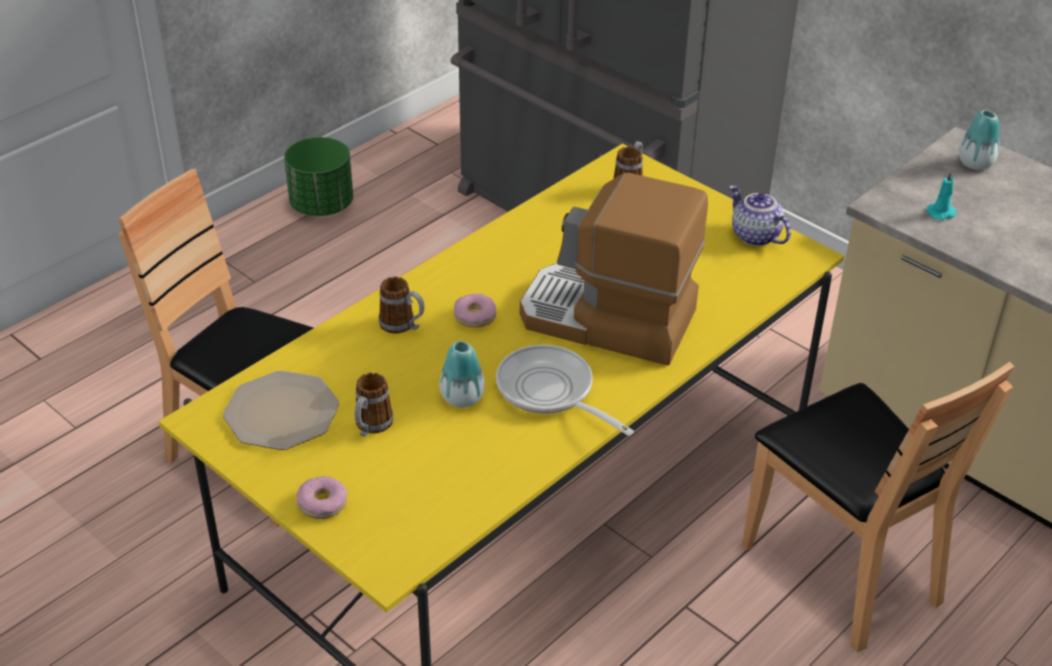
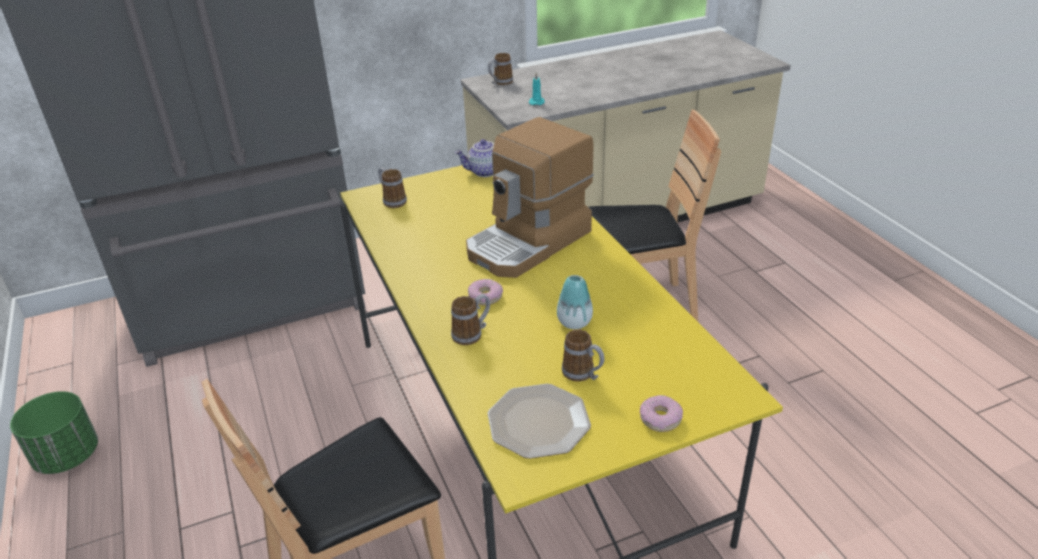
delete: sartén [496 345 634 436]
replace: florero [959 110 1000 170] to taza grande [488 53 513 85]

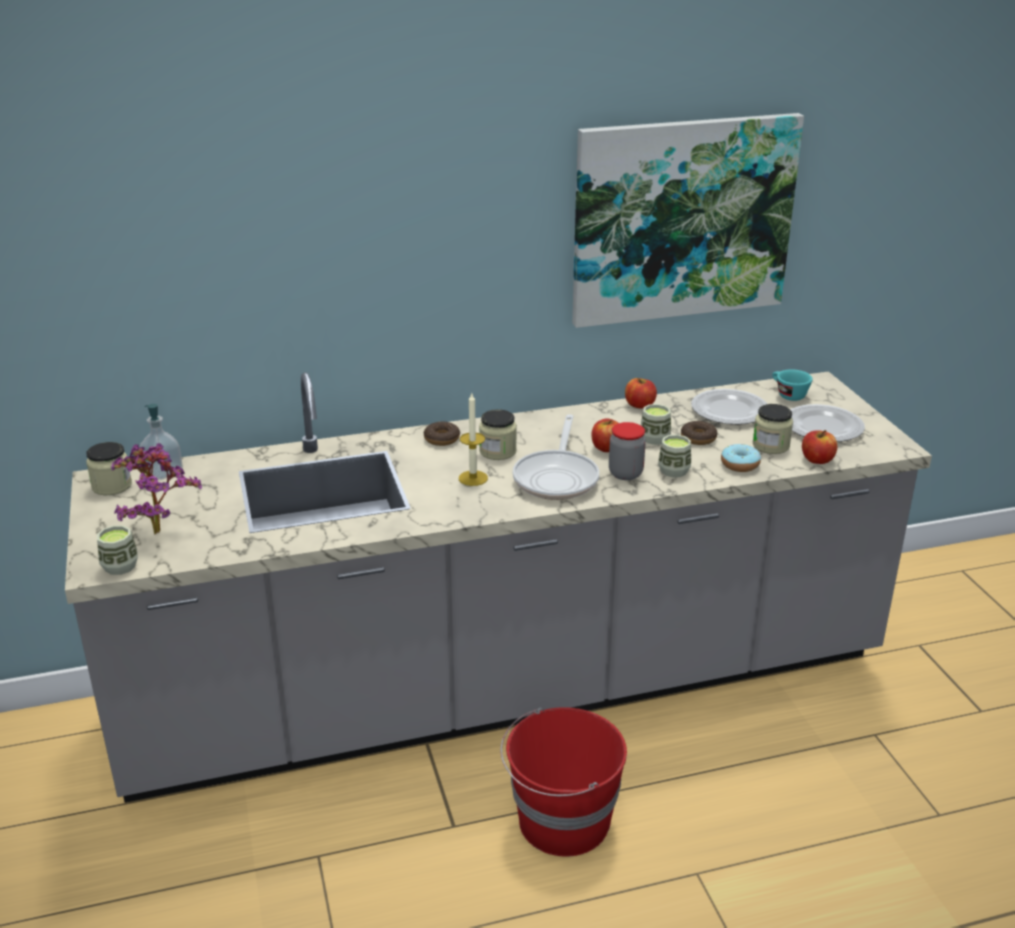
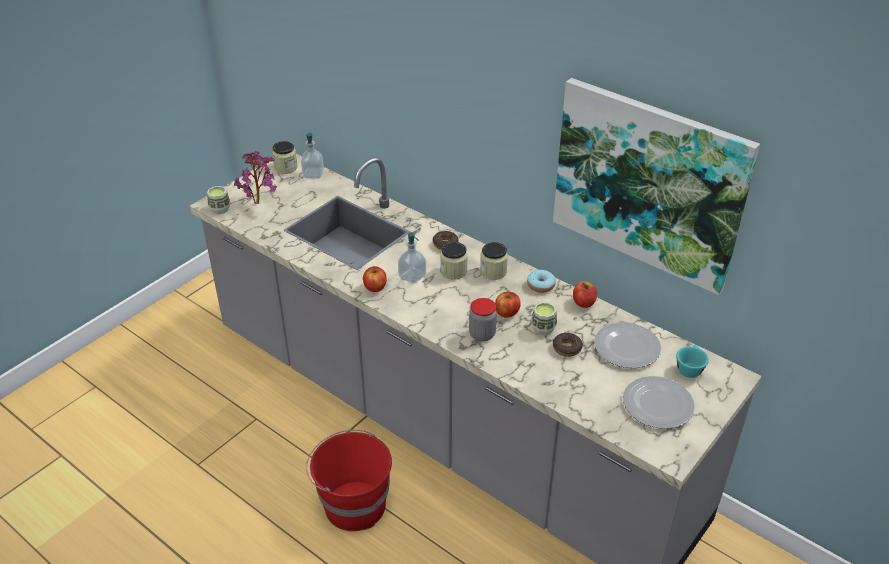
delete: sartén [513 414 599 500]; taza [658 434 691 478]
move: rosquilla [721 444 761 472] to [527 270 556 293]; tarro [753 404 793 454] to [480 242 508 280]; manzana [802 430 837 464] to [363 266 387 292]
replace: vela [459 393 488 486] to dispensador de jabón [398 232 426 284]

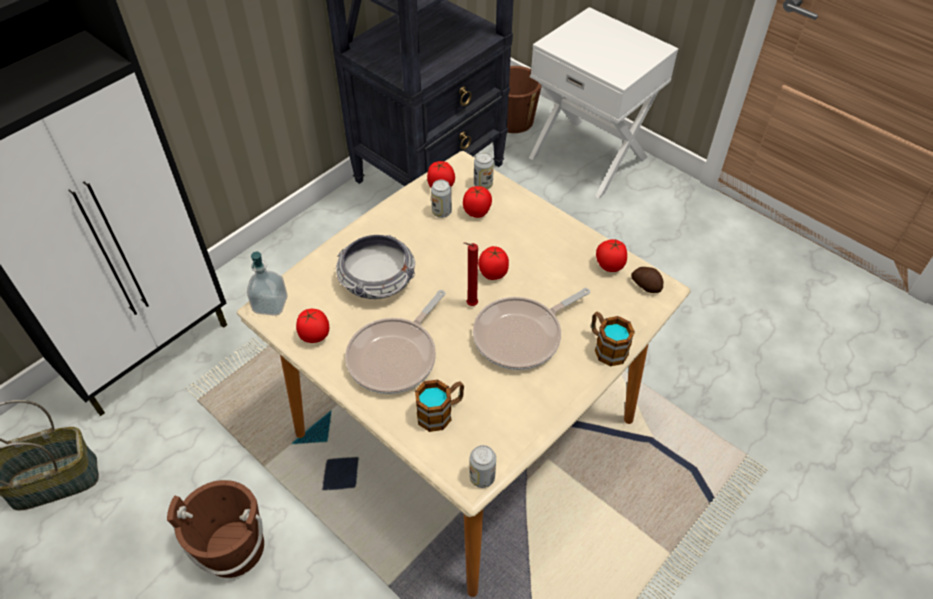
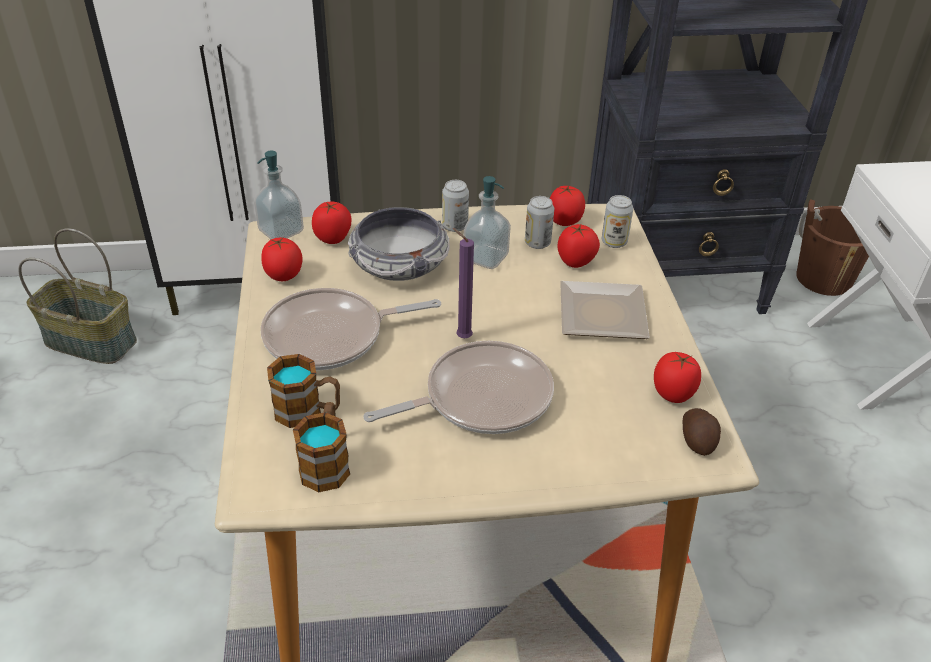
delete: cubo (marrón) [167 480 264 578]
insert: dispensador de jabón [464 176 511 269]; plato [560 281 650 339]
move: lata [469 445 496 488] to [442 180 469 232]; tomate [478 246 509 280] to [312 202 352 244]; taza grande [591 312 635 366] to [293 402 350 492]
recolor: vela (rojo) [463 242 478 306] to vela (morado) [453 228 474 338]
rotate: sartén [473 288 590 370] = [363 341 554 434] 150 degrees clockwise

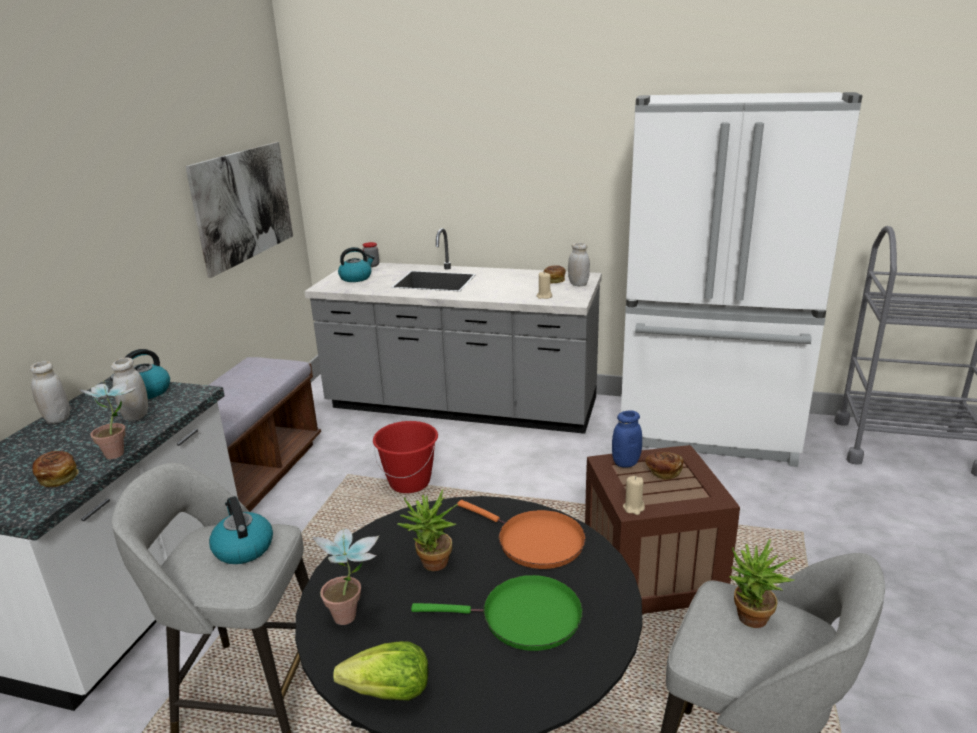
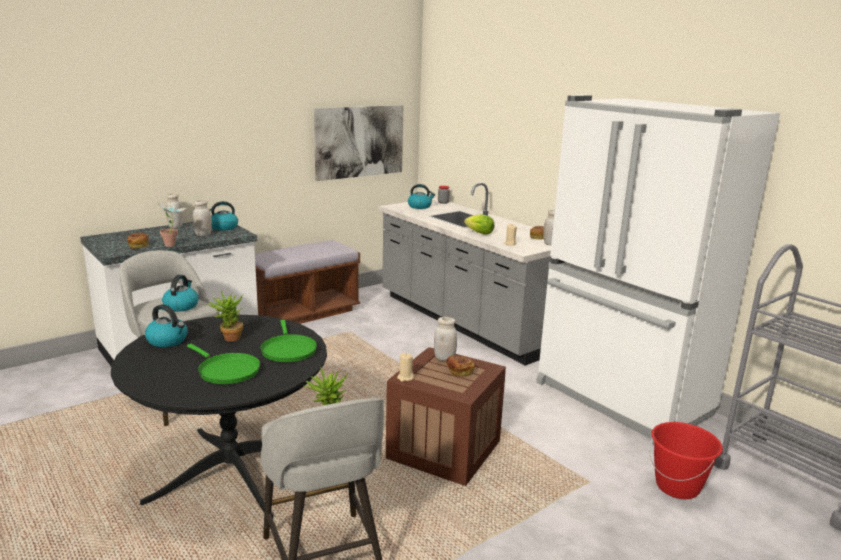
move: lechuga [333 641 429 701] to [464 214 494 235]; cubo (rojo) [373 421 438 493] to [649 422 723 499]
replace: planta en maceta [313 529 379 625] to hervidor [145 304 188 347]
recolor: sartén (naranja) [457 500 586 569] to sartén (verde) [260 320 317 362]; tarro (azul) [612 410 642 468] to tarro (blanco) [434 317 457 361]

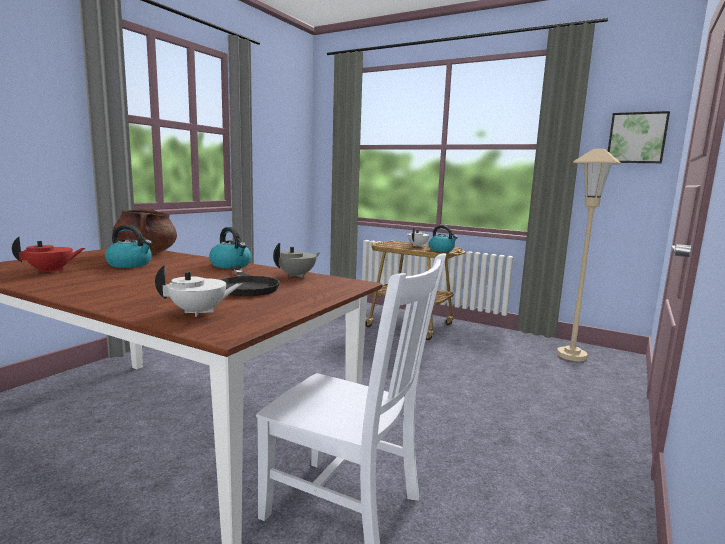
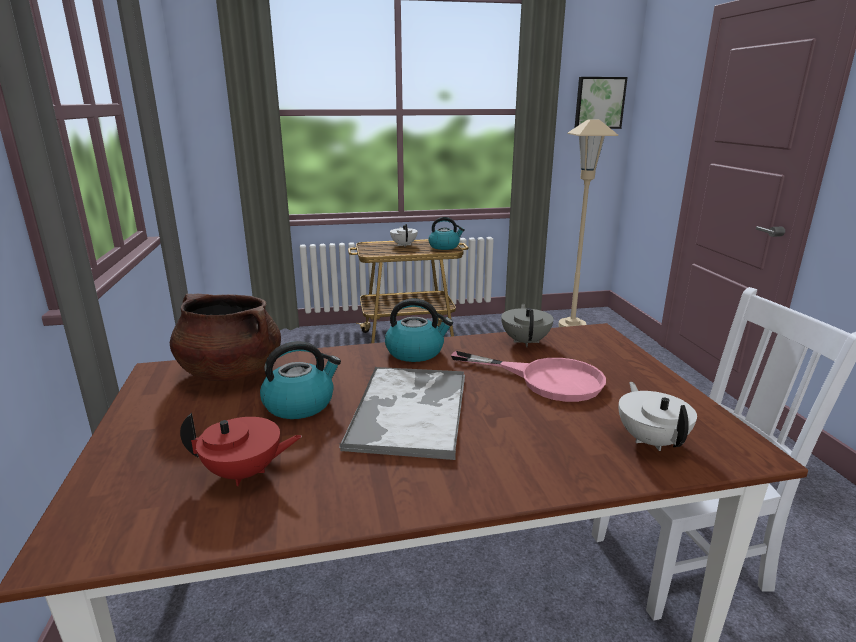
insert: bandeja [339 367 465 460]
recolor: sartén (negro) [221 266 280 296] to sartén (rosa) [451 351 606 402]
rotate: tetera (rojo) [12 237 85 273] = [180 413 302 486] 75 degrees clockwise; tetera (blanco) [155 265 242 317] = [619 382 697 451] 45 degrees counterclockwise

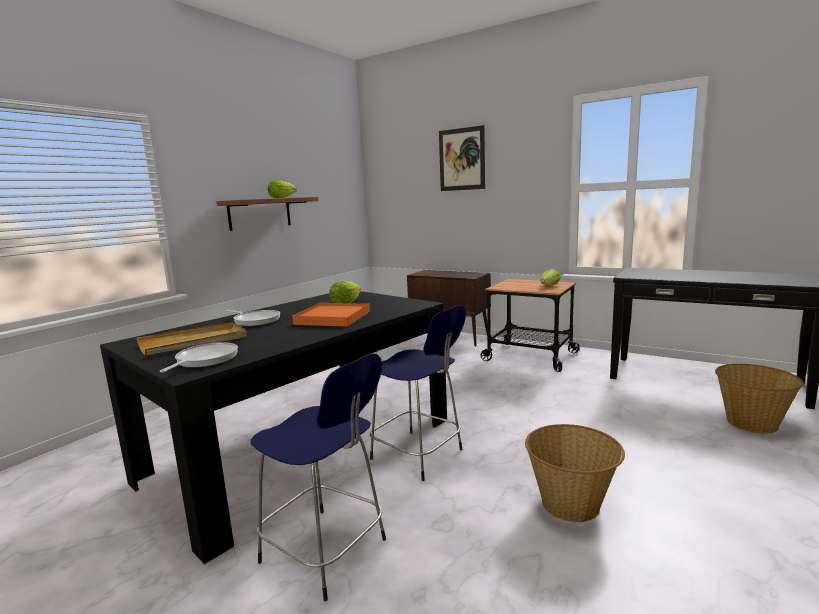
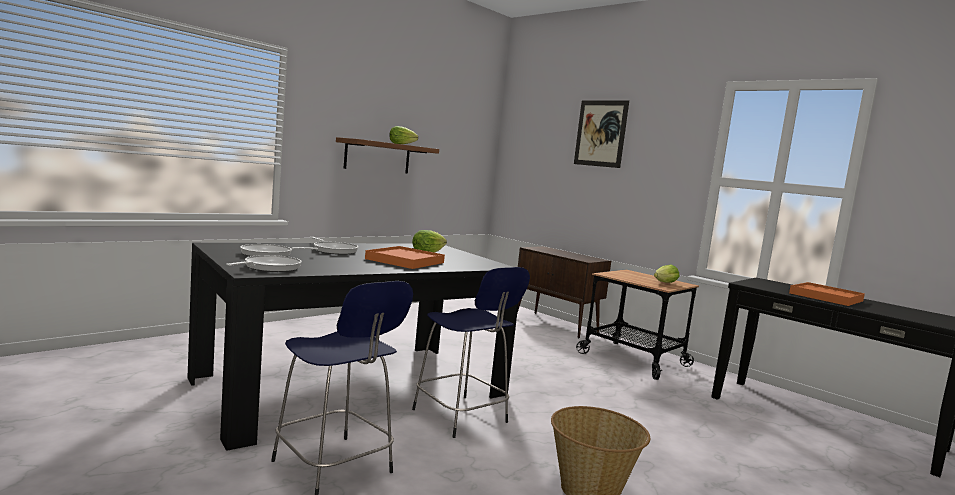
delete: cesta [715 364 804 433]
insert: bandeja (naranja) [789 282 865 306]
replace: bandeja (beis) [137 322 247 355] to sartén [240 244 318 256]

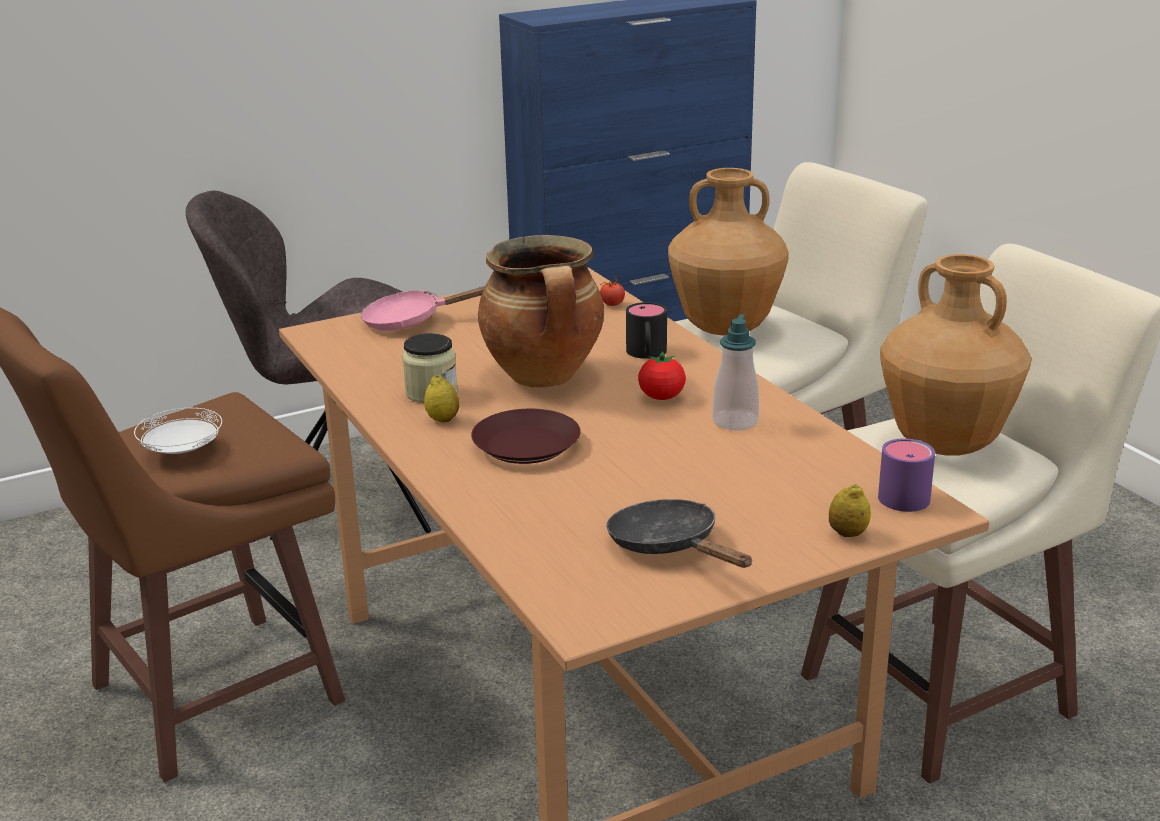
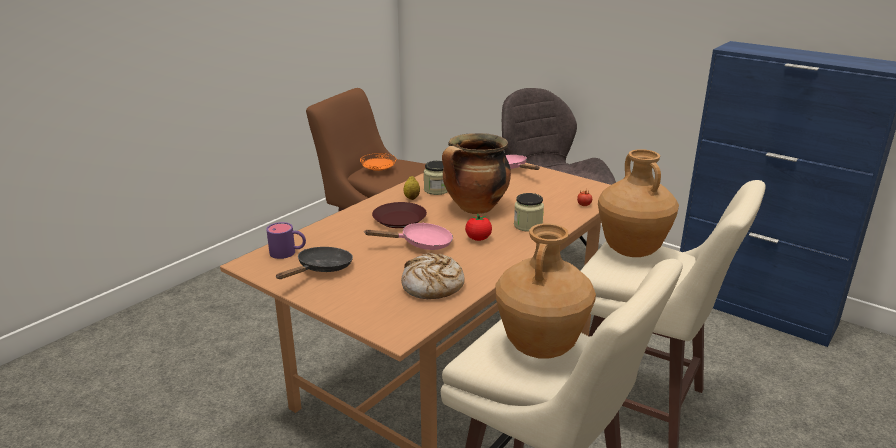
delete: dispensador de jabón [713 314 759 430]; limón [829 484 871 537]
insert: sartén (rosa) [365 223 453 250]; pan [401 252 465 299]
move: taza grande (morado) [878 438 935 512] to [266 222 306 259]
replace: taza grande (negro) [626 302 667 359] to tarro [514 193 544 232]
recolor: plato (blanco) [134 408 222 454] to plato (naranja) [360 153 396 171]

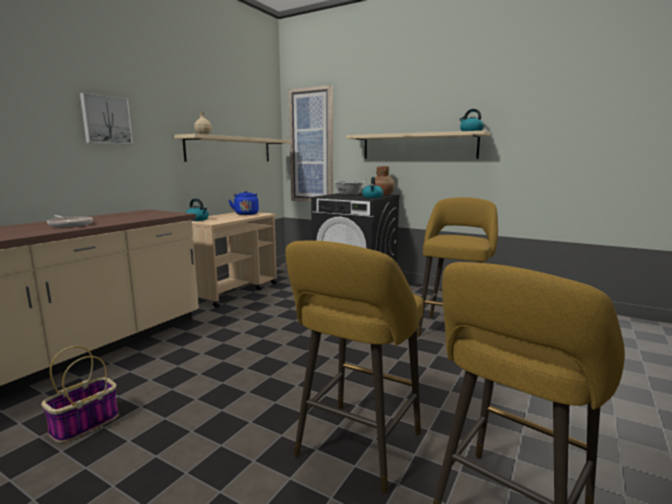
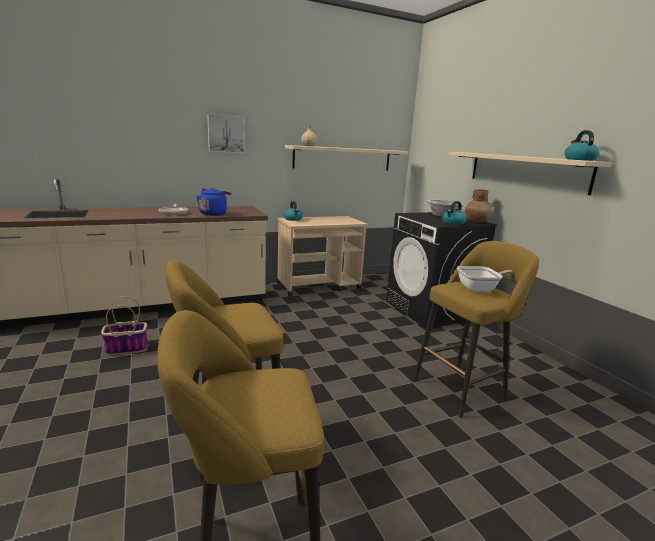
delete: cuadro [289 85 333 202]
insert: sartén [457 266 513 292]
move: hervidor (azul) [229 191 259 215] to [196 188 231 216]

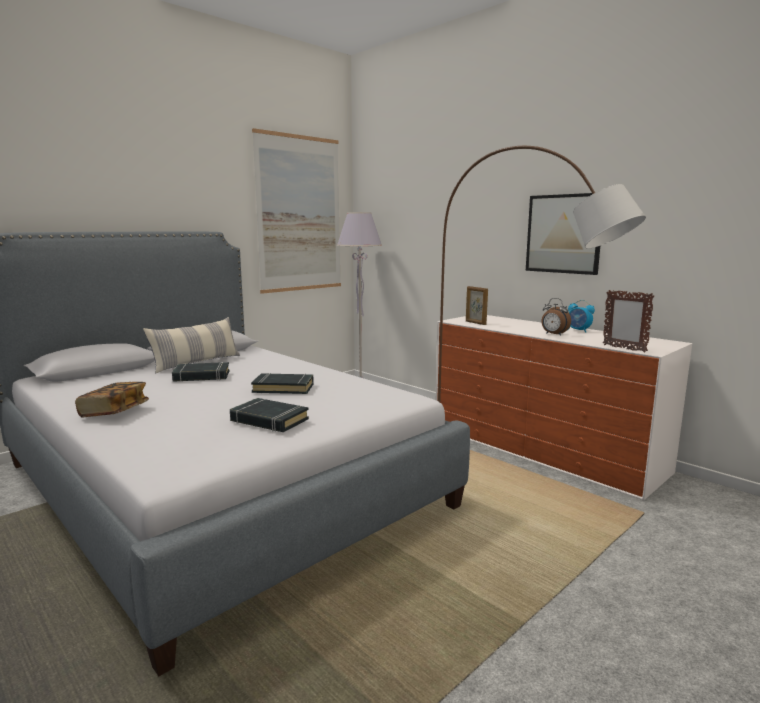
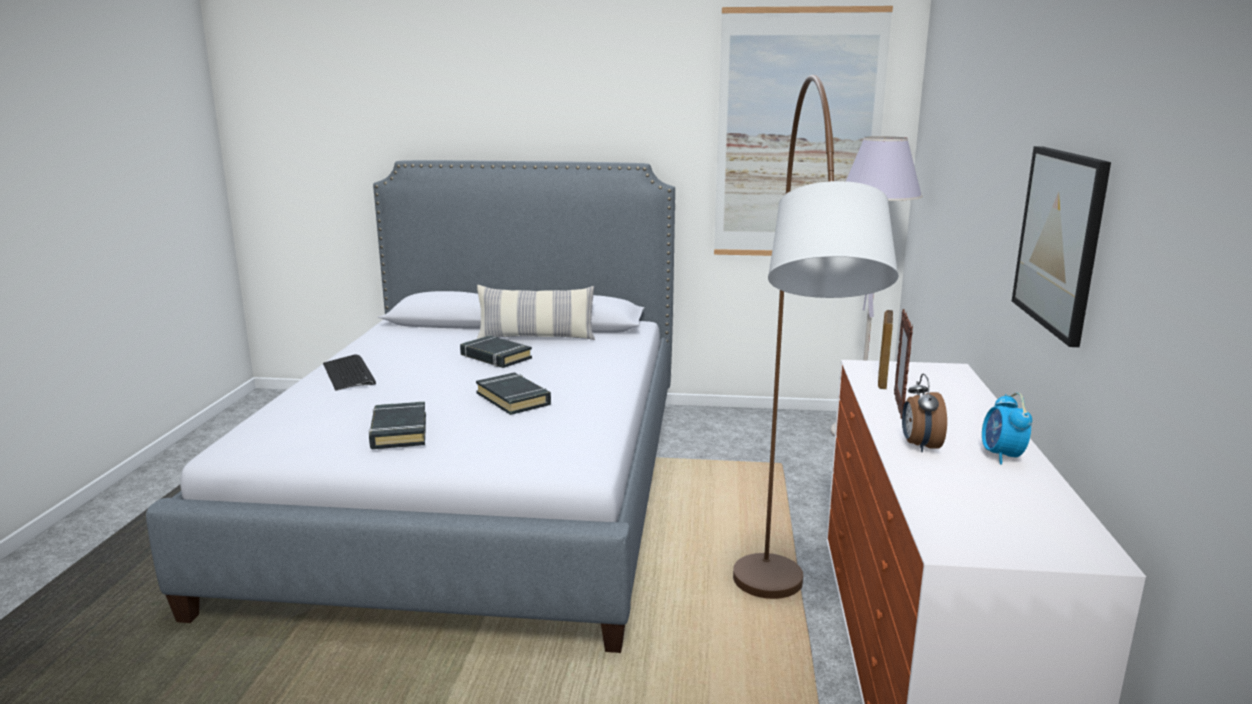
move: portarretratos [603 290 654 353] to [894 309 913 419]
replace: libro [75 382 149 417] to teclado [323 354 376 391]

